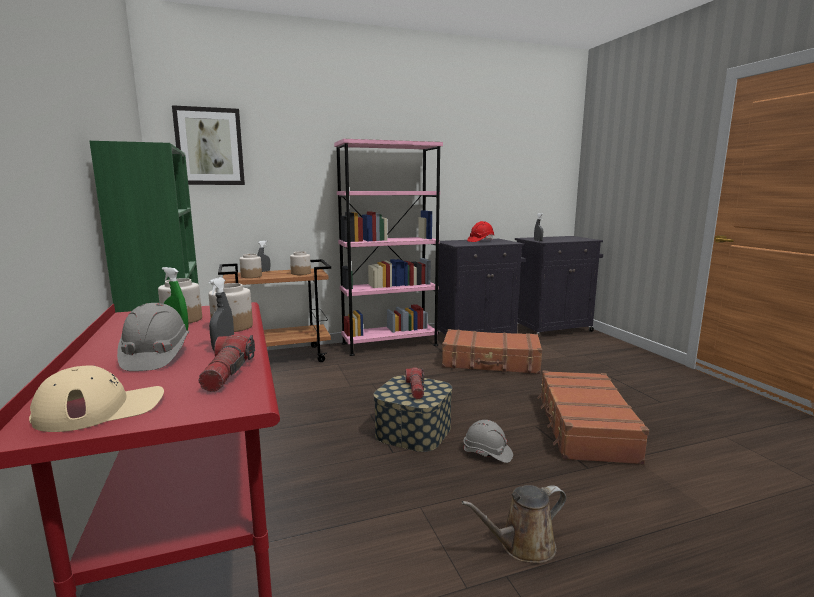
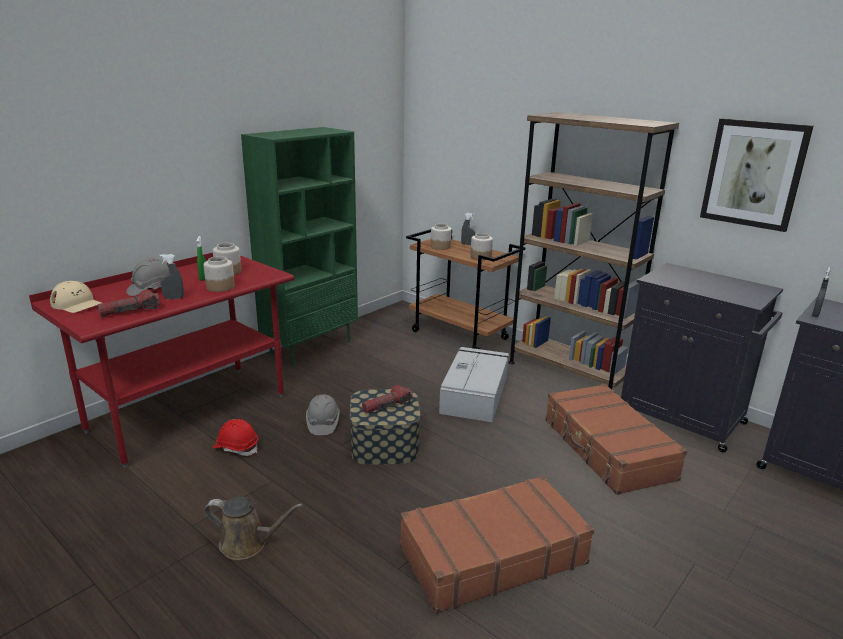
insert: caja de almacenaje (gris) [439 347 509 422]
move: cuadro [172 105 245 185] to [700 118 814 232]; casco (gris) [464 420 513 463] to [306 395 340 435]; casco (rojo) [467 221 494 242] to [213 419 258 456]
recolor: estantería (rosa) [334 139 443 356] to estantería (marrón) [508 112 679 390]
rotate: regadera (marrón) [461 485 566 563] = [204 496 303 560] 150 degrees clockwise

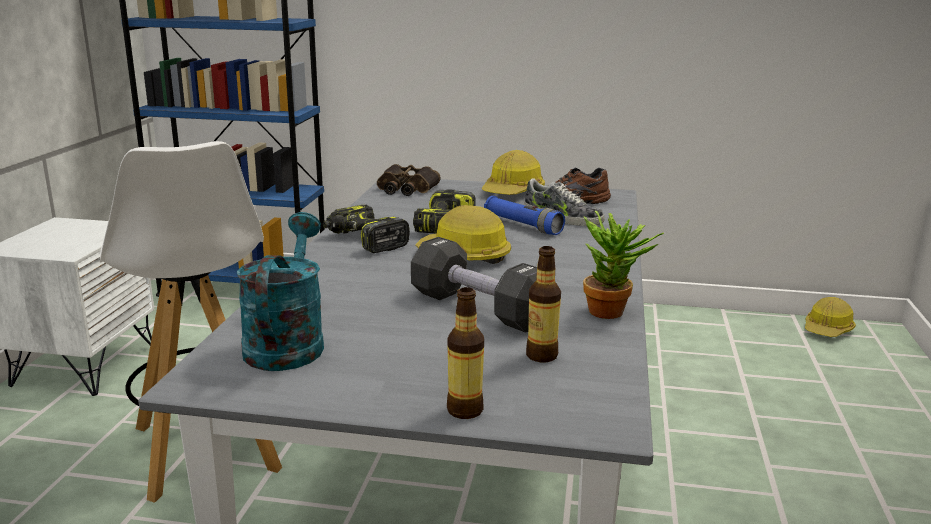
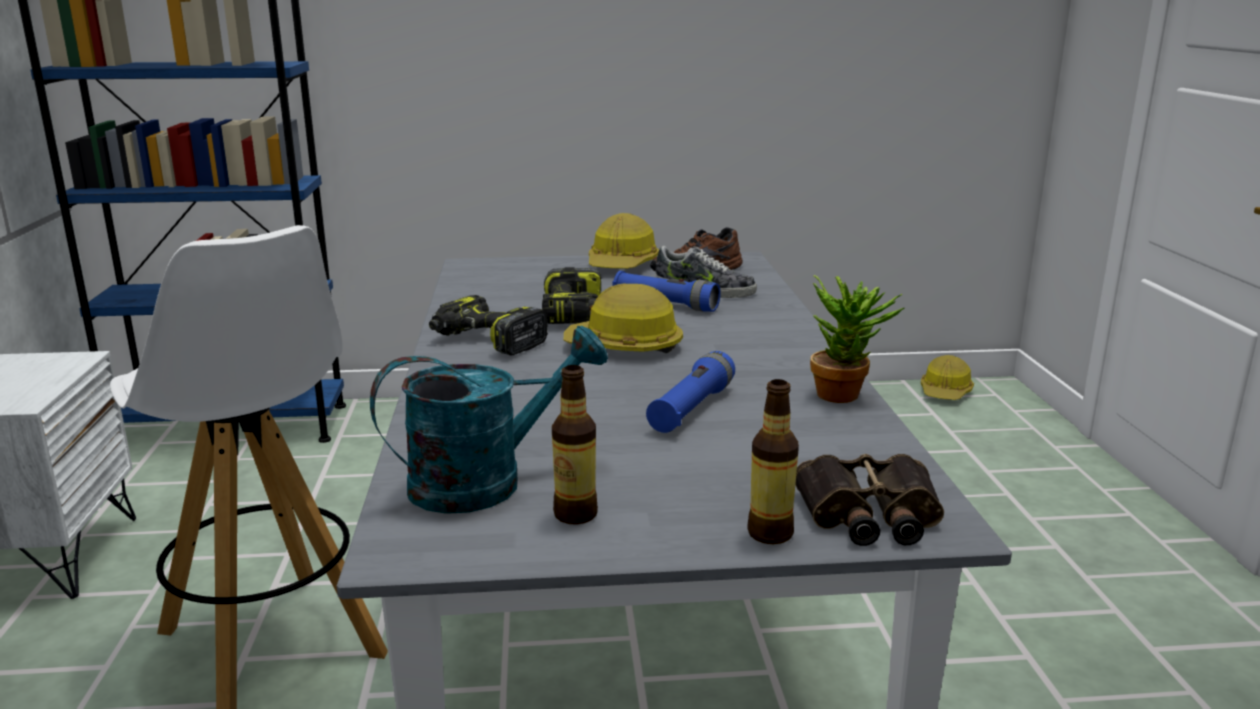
move: prismáticos [377 164 441 196] to [795 454 944 546]; botella [526 246 561 362] to [552 365 598 525]
replace: mancuerna (negro) [411 237 537 333] to linterna (azul) [646 351 735 433]
rotate: regadera (turquesa) [237 212 324 371] = [370 326 608 514] 75 degrees clockwise

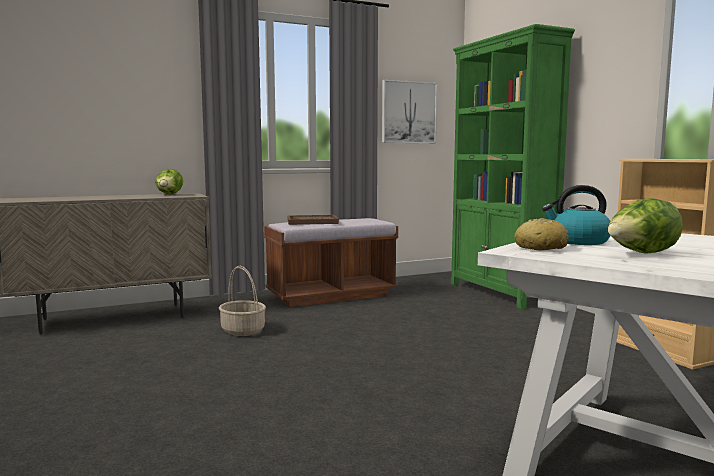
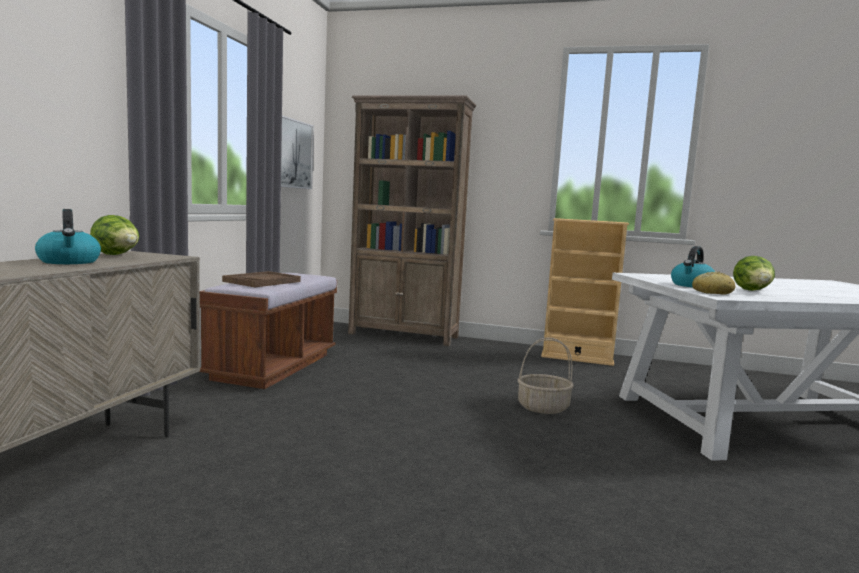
insert: hervidor [35 209 101 264]
move: cesta [219 266 266 336] to [518 337 574 414]
recolor: estantería (verde) [451 24 575 309] to estantería (marrón) [348 95 476 346]

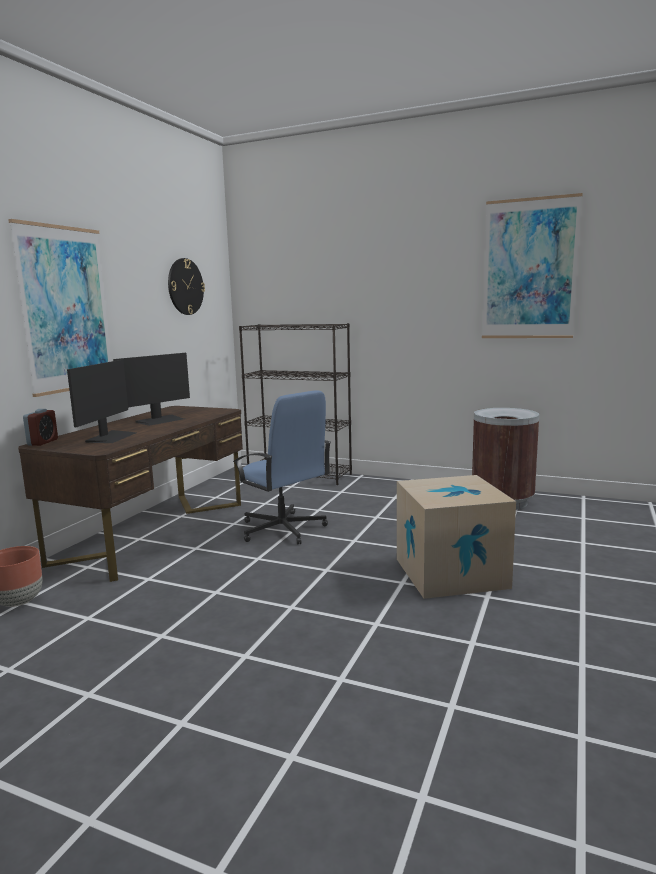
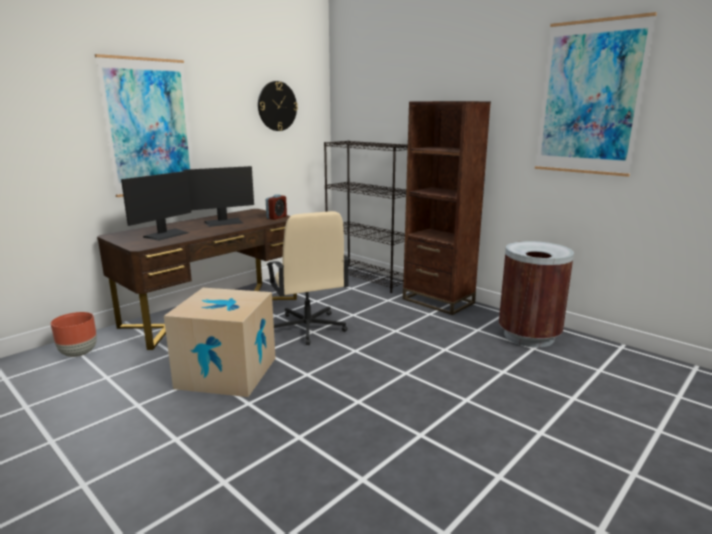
insert: estantería (marrón) [403 101 491 315]
move: despertador [23 409 58 446] to [266 194 287 220]; caja de cartón [397 475 516 599] to [164 288 275 397]
recolor: silla de oficina (azul) [233 390 331 544] to silla de oficina (beis) [267 211 350 345]

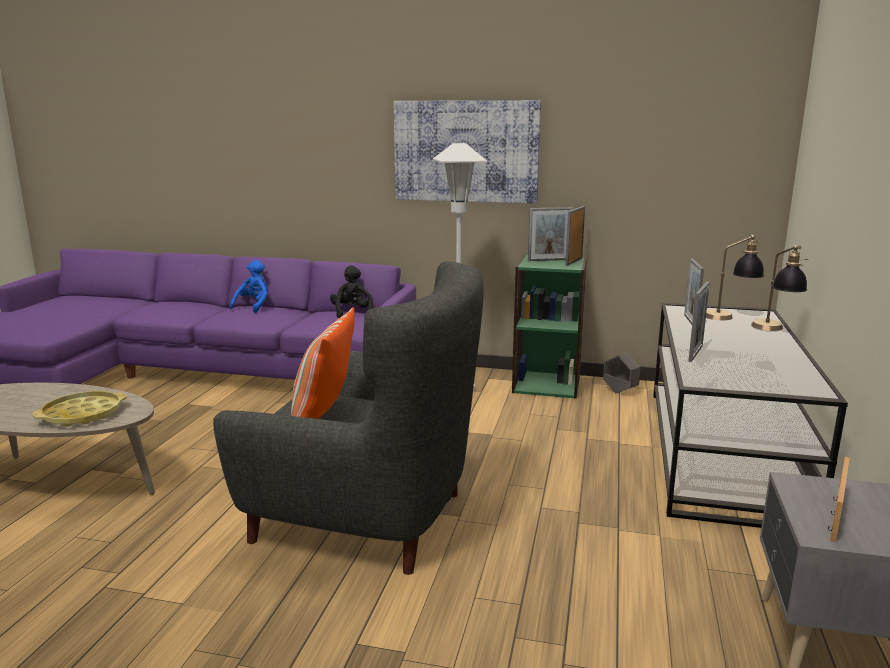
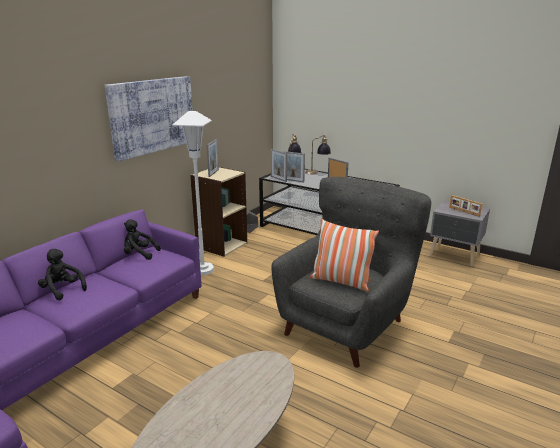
delete: bandeja (amarillo) [33 391 127 427]
move: portarretratos [565 206 585 266] to [271 149 287 182]
recolor: peluche (azul) [230 260 268 313] to peluche (negro) [38 249 87 300]; estantería (verde) [512 255 587 399] to estantería (beis) [190 167 247 257]

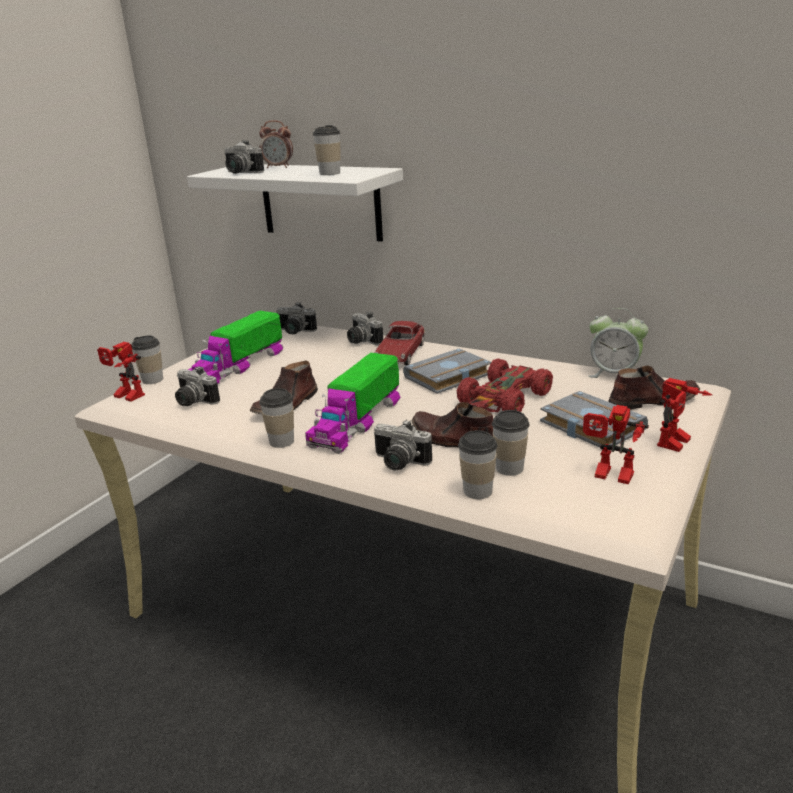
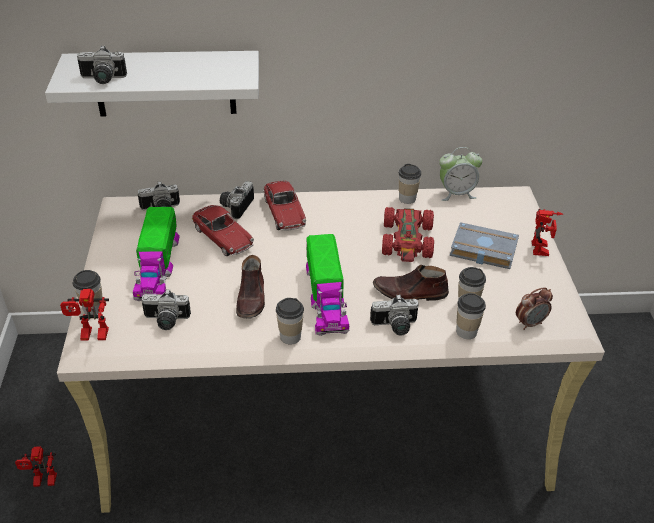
delete: libro (gris) [403 349 491 394]; zapato (marrón) [609 365 700 410]
insert: coche de juguete [192 205 254 256]
move: despertador [259 120 293 168] to [516 287 553 330]; taza [313 125 341 175] to [399 164 421 204]; robot de juguete [583 405 649 484] to [15 446 57 487]
rotate: cámara [347 311 383 345] = [220 181 254 219] 90 degrees clockwise

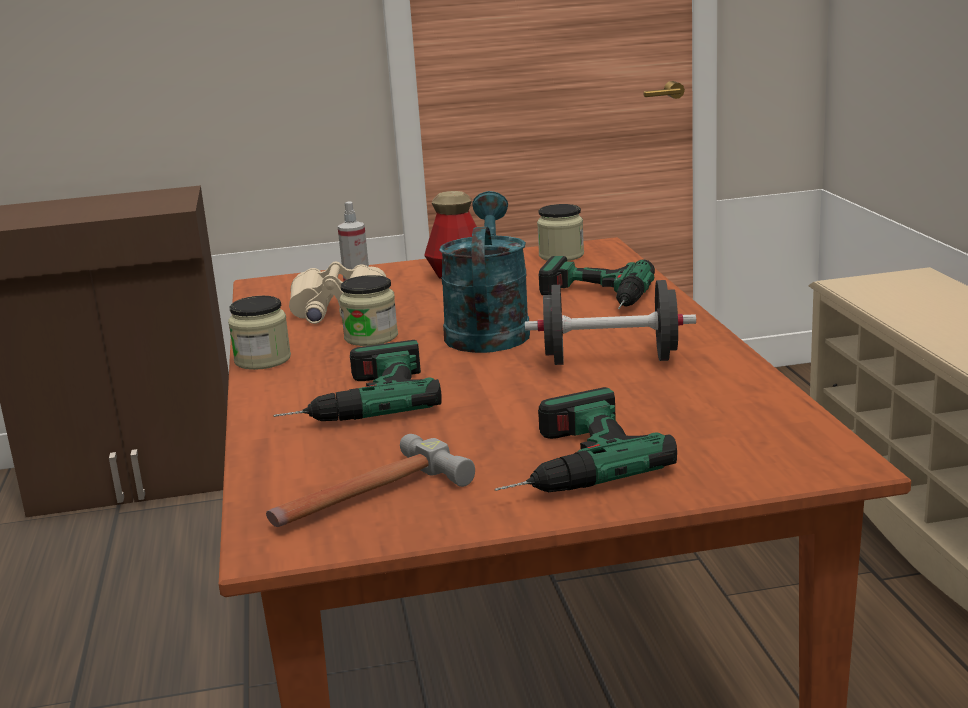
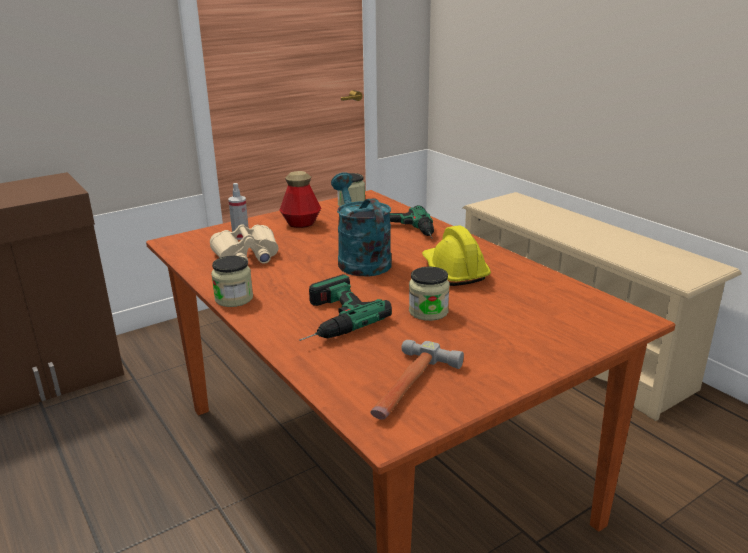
delete: taladro [495 387 677 492]
move: tarro [340 275 398 346] to [409 267 449 321]
replace: mancuerna (negro) [525 280 696 365] to casco (amarillo) [422 225 491 286]

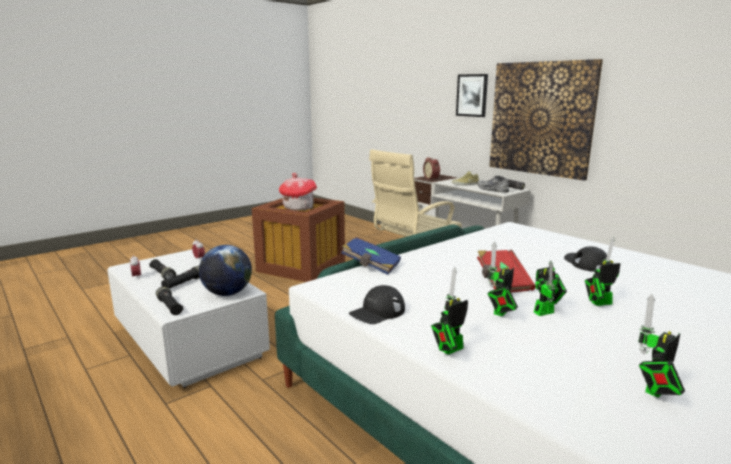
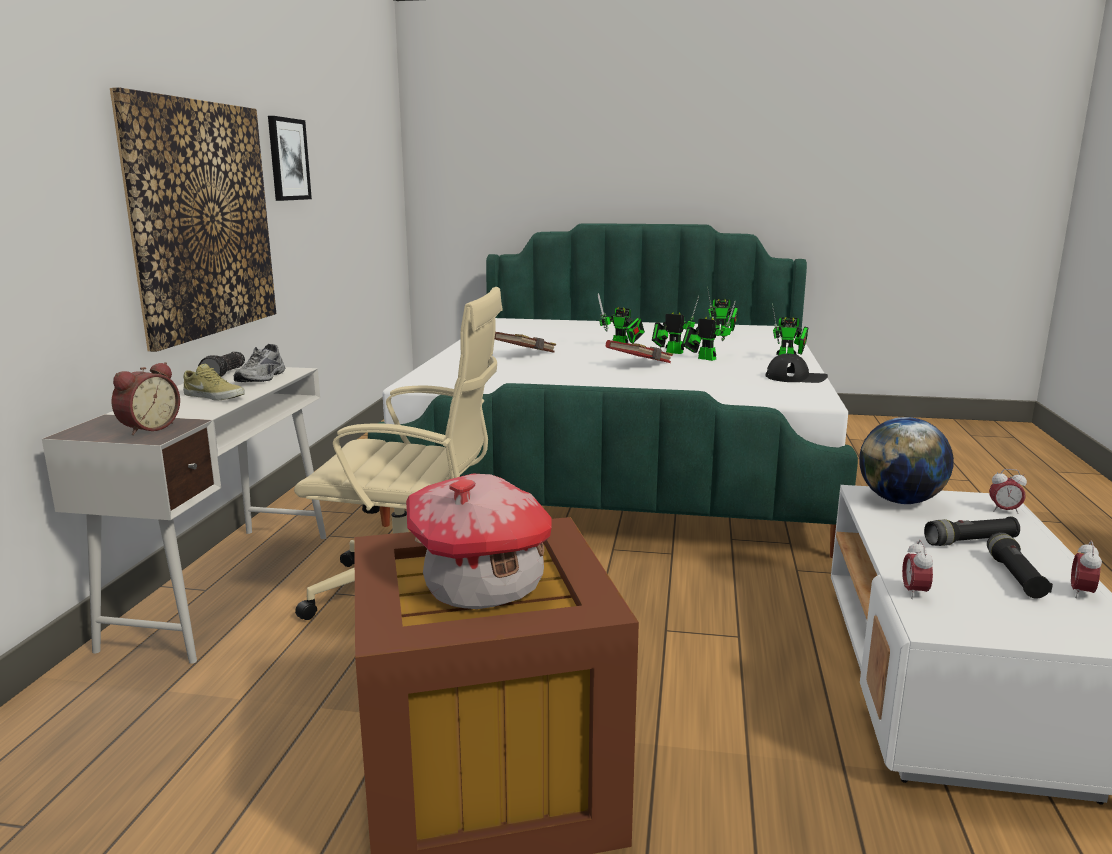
delete: libro (azul) [341 237 401 275]
move: cuadro [456 74 488 117] to [268 116 312 201]
replace: linterna (negro) [156 286 183 315] to despertador [989 469 1027 514]; gorra (negro) [564 246 607 272] to libro (marrón) [495 332 557 353]
rotate: robot de juguete [487 242 518 316] = [682 301 736 361] 135 degrees counterclockwise

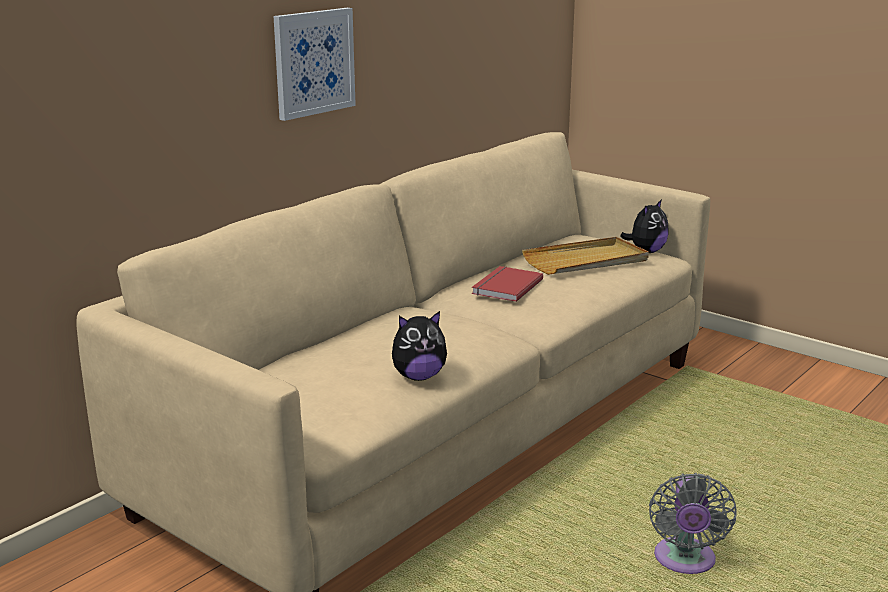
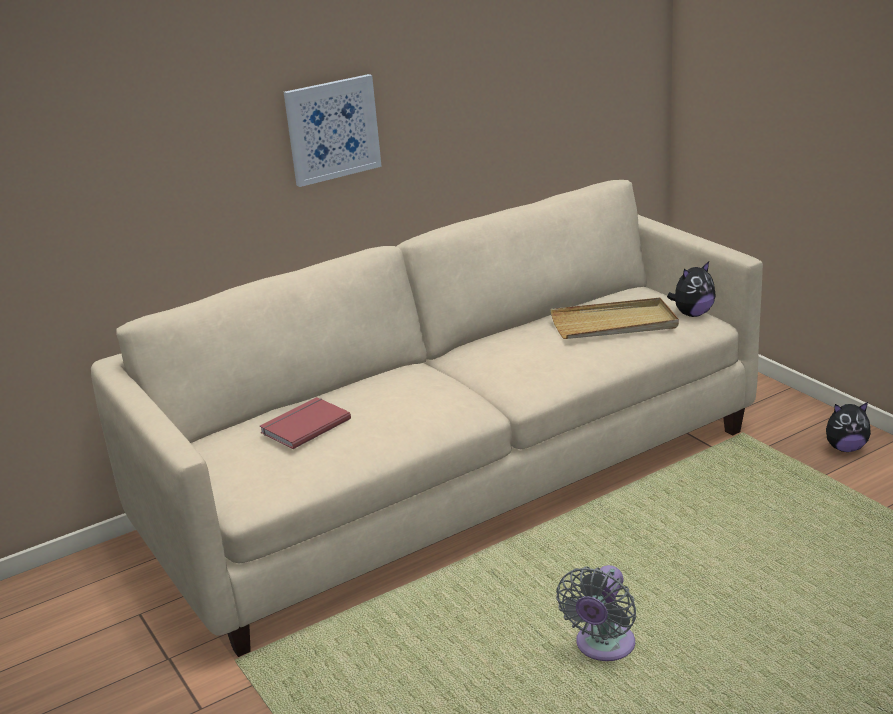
move: peluche [392 311 447 381] to [826 402 871 452]; libro (rojo) [472 266 543 302] to [260 397 351 449]

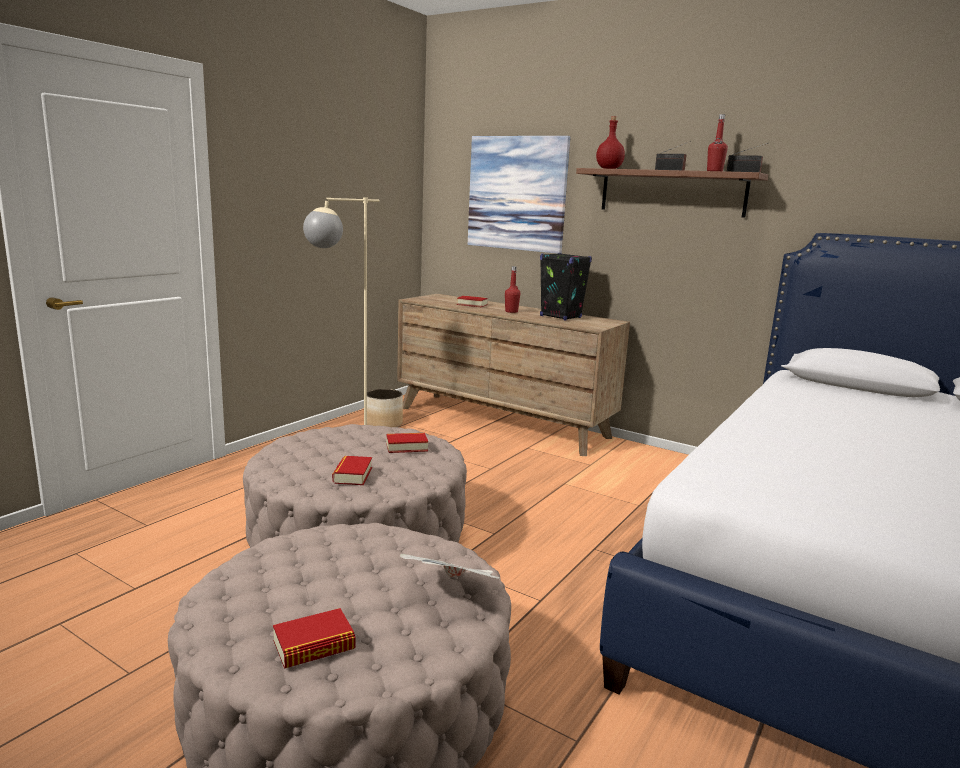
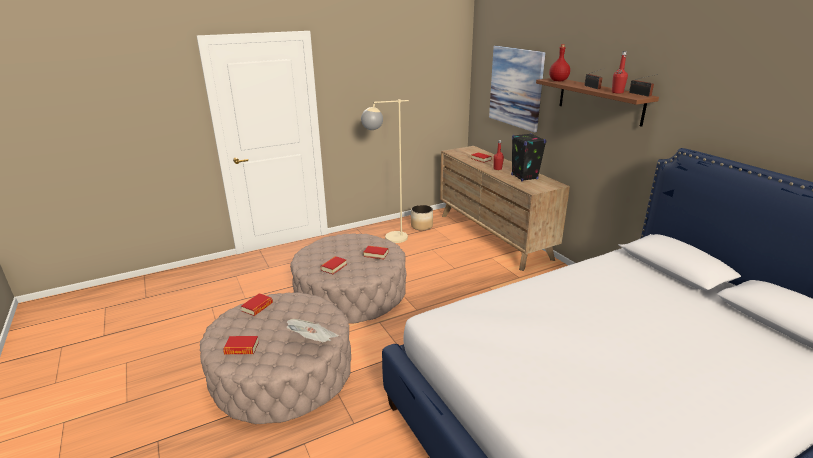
insert: libro [241 293 273 316]

